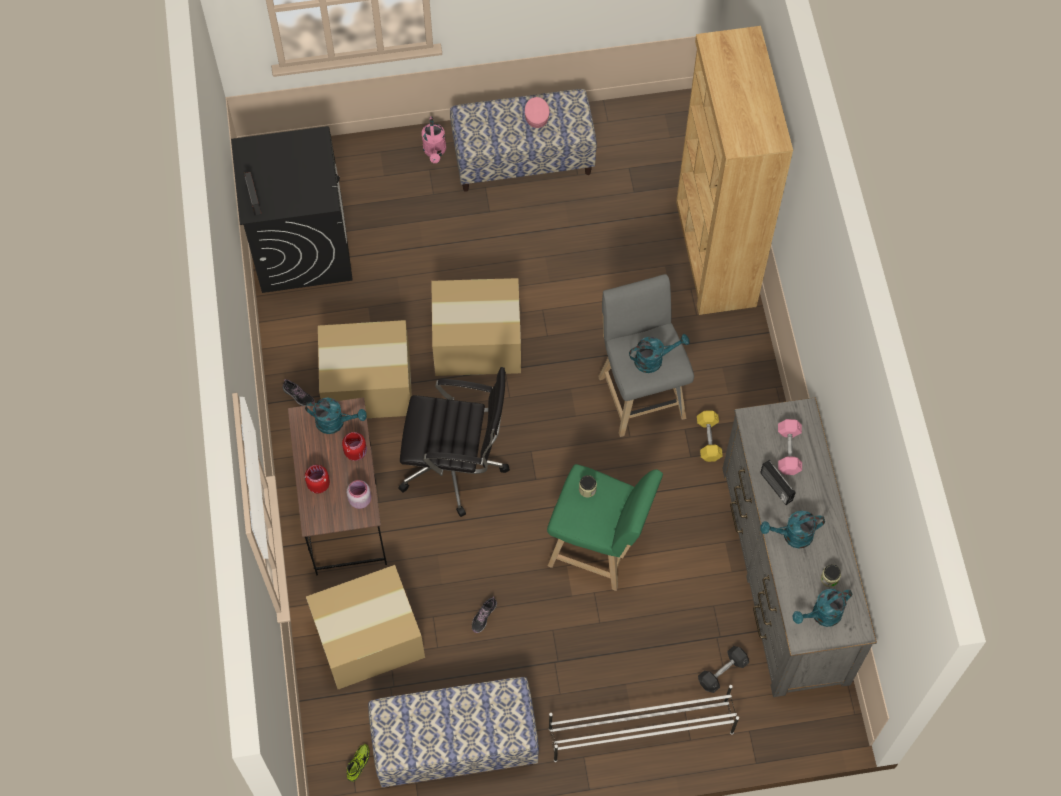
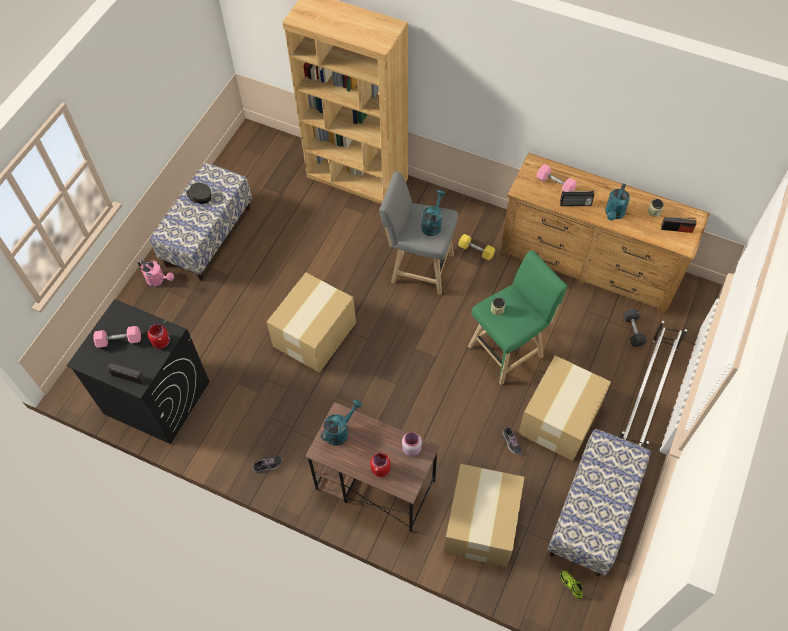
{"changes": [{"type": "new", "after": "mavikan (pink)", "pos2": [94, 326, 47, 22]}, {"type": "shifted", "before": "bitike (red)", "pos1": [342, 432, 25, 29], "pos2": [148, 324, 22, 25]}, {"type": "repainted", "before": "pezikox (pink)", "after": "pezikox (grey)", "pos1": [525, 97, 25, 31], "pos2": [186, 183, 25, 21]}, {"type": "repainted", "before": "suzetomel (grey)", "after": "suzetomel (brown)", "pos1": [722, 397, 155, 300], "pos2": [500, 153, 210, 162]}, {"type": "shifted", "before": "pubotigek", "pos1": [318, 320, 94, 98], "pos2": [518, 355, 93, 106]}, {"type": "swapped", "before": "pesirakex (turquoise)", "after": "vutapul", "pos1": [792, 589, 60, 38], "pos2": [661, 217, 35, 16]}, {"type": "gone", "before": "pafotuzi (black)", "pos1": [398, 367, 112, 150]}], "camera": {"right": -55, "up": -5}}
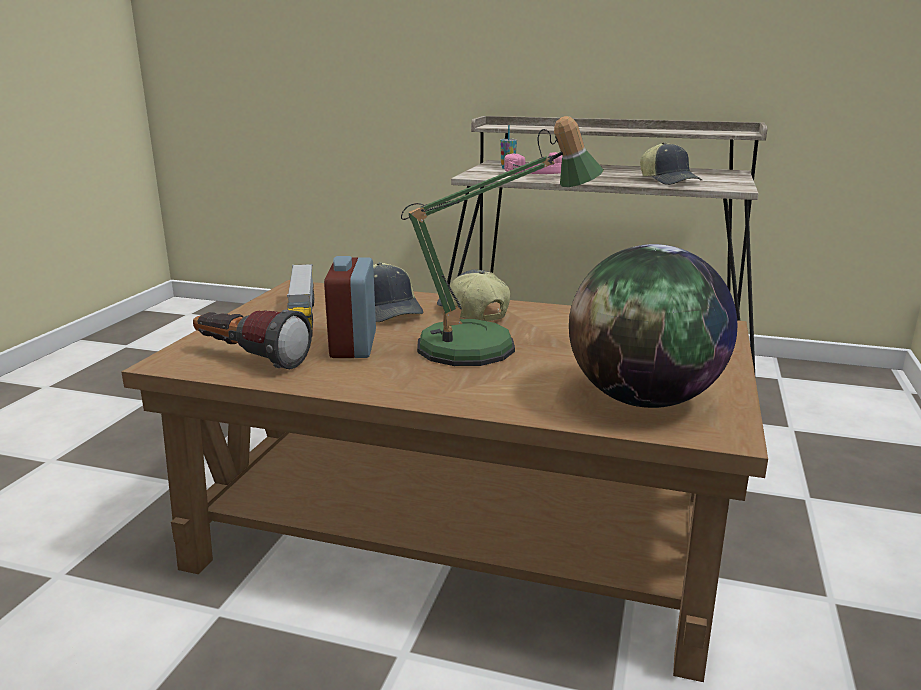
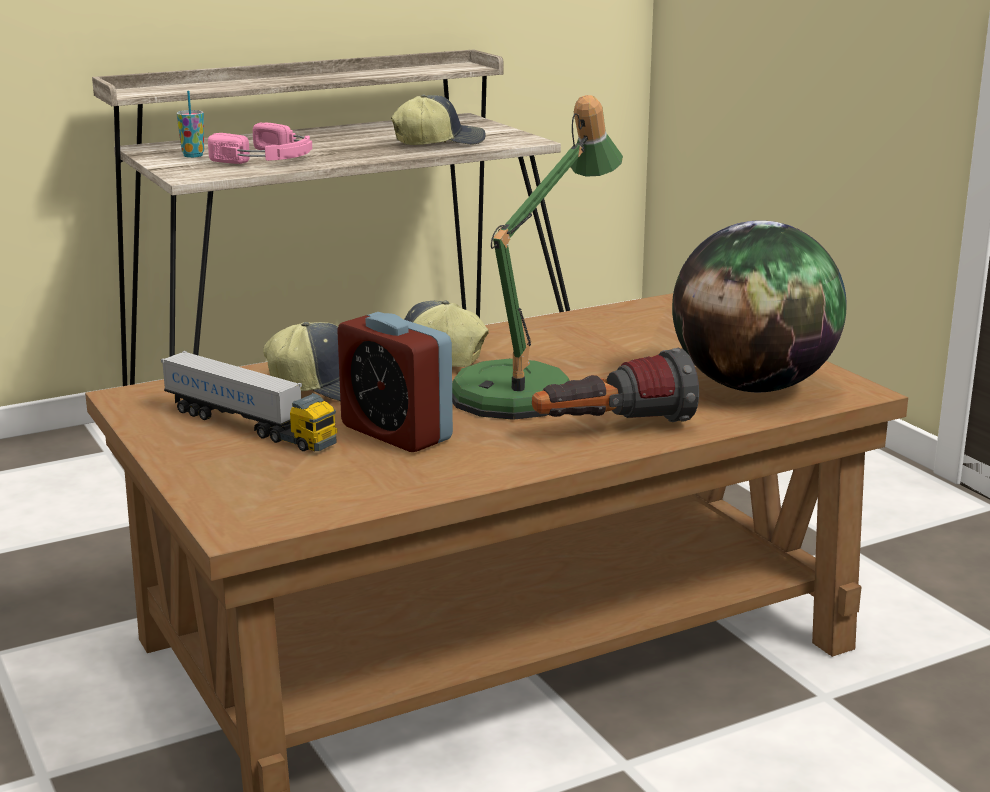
{"changes": [{"type": "rotated", "before": "pezikox", "pos1": [640, 142, 62, 43], "pos2": [391, 94, 95, 51], "turn": -45}, {"type": "shifted", "before": "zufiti", "pos1": [193, 310, 119, 59], "pos2": [532, 348, 167, 74]}], "camera": {"right": -45, "up": 0}}
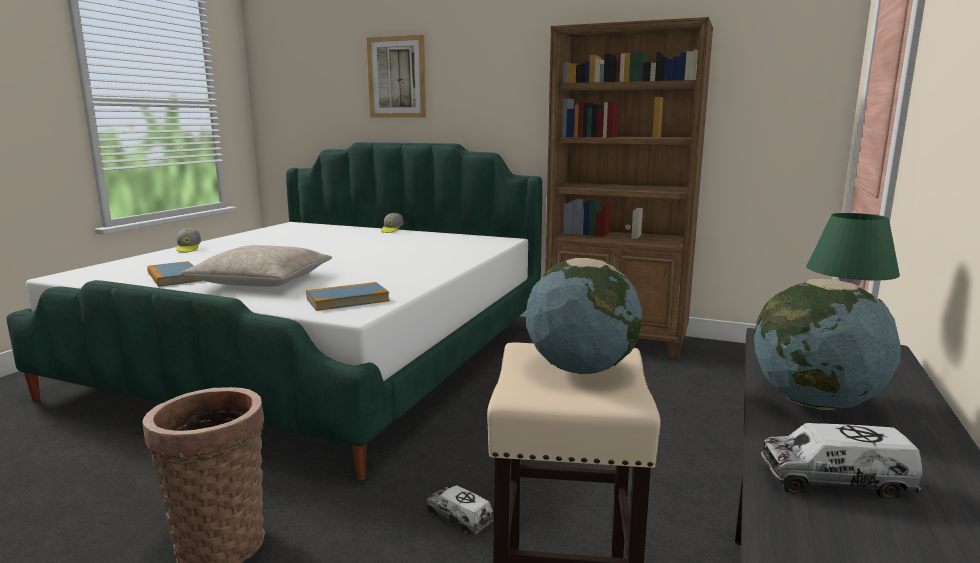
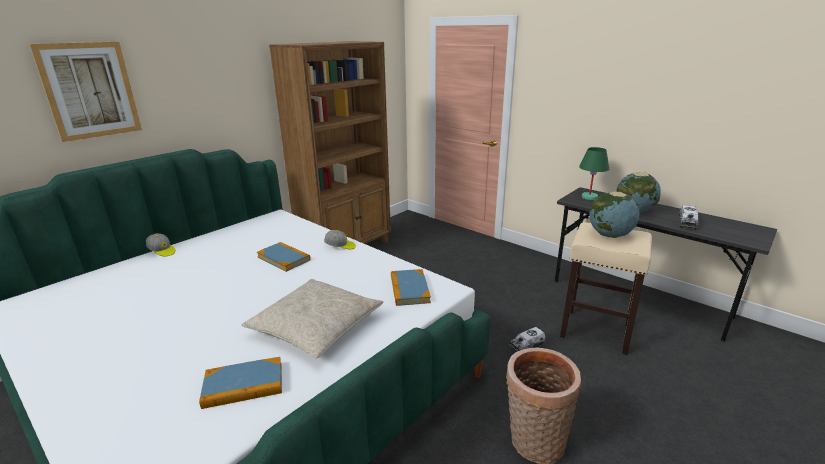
{"changes": [{"type": "new", "after": "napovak", "pos2": [257, 242, 53, 30]}, {"type": "shifted", "before": "pezikox", "pos1": [176, 228, 25, 24], "pos2": [324, 230, 32, 19]}], "camera": {"right": -70, "up": 10}}
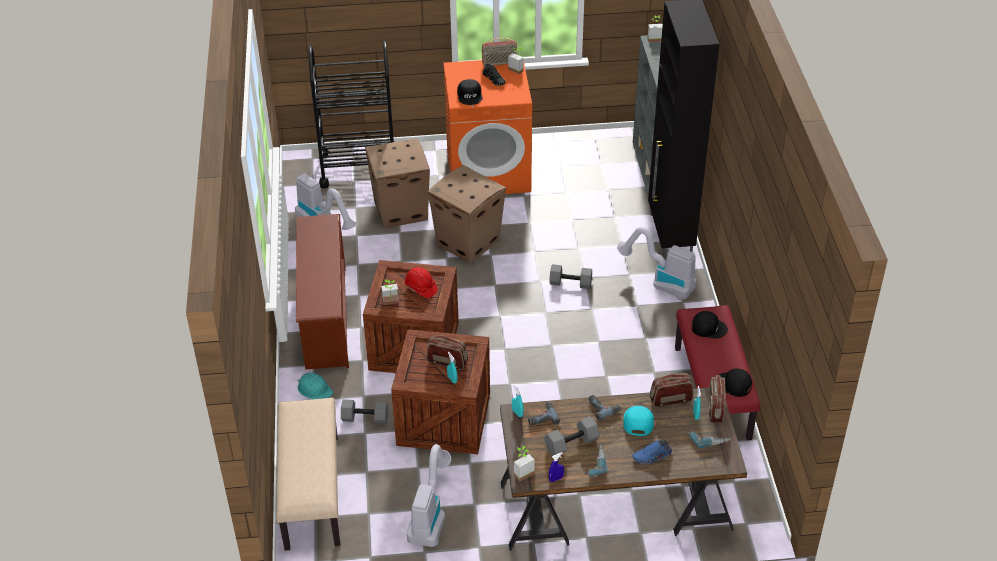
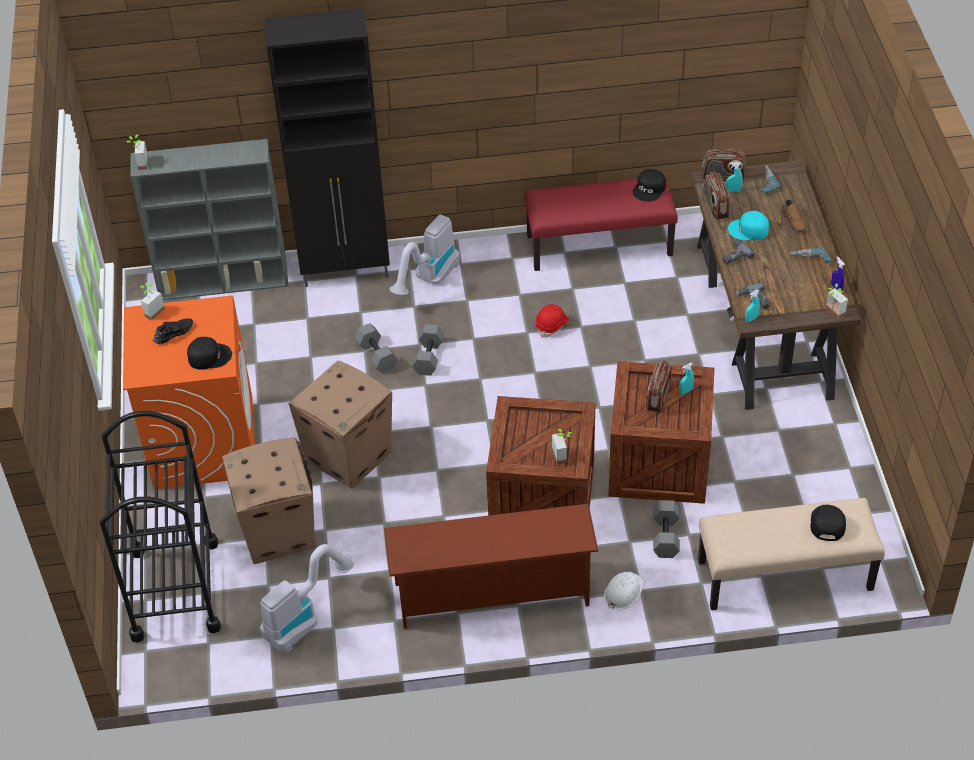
{"changes": [{"type": "shifted", "before": "mavikan (grey)", "pos1": [544, 416, 56, 40], "pos2": [355, 323, 43, 50]}, {"type": "shifted", "before": "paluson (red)", "pos1": [405, 267, 33, 31], "pos2": [535, 304, 34, 33]}, {"type": "repainted", "before": "paluson (turquoise)", "after": "paluson (white)", "pos1": [298, 373, 35, 26], "pos2": [604, 572, 40, 37]}, {"type": "repainted", "before": "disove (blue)", "after": "disove (brown)", "pos1": [632, 439, 40, 26], "pos2": [781, 199, 25, 33]}, {"type": "shifted", "before": "pezikox (black)", "pos1": [692, 311, 36, 28], "pos2": [811, 505, 35, 36]}, {"type": "gone", "before": "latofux", "pos1": [407, 444, 44, 103]}, {"type": "gone", "before": "vutapul", "pos1": [482, 38, 35, 28]}], "camera": {"right": -90, "up": 5}}
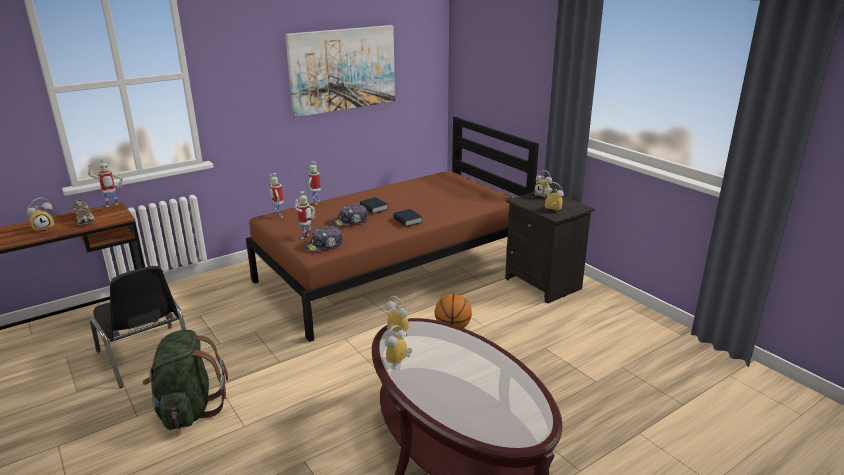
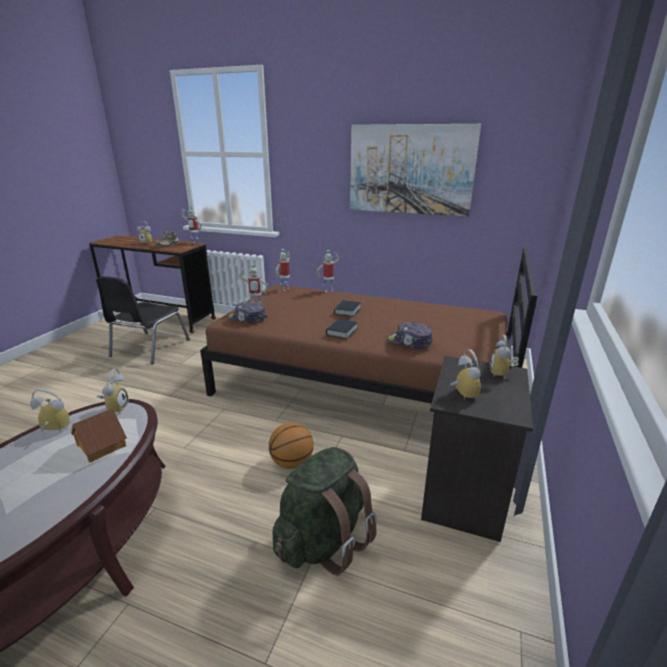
{"changes": [{"type": "new", "after": "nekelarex", "pos2": [71, 408, 56, 55]}, {"type": "shifted", "before": "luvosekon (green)", "pos1": [143, 330, 85, 100], "pos2": [273, 447, 104, 129]}, {"type": "shifted", "before": "pezikox", "pos1": [332, 204, 36, 23], "pos2": [387, 322, 45, 26]}], "camera": {"right": 55, "up": 0}}
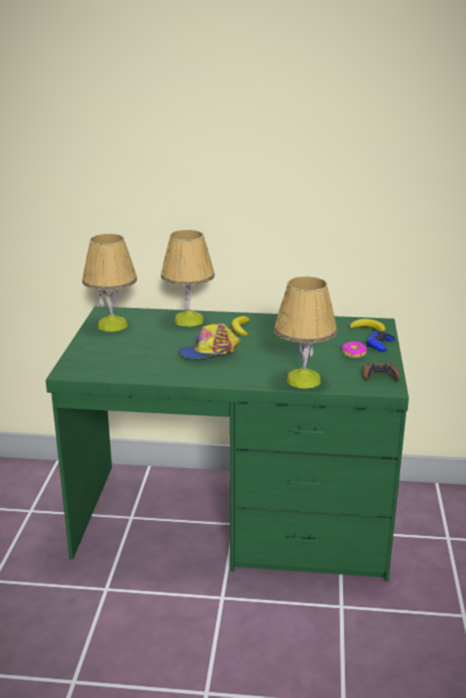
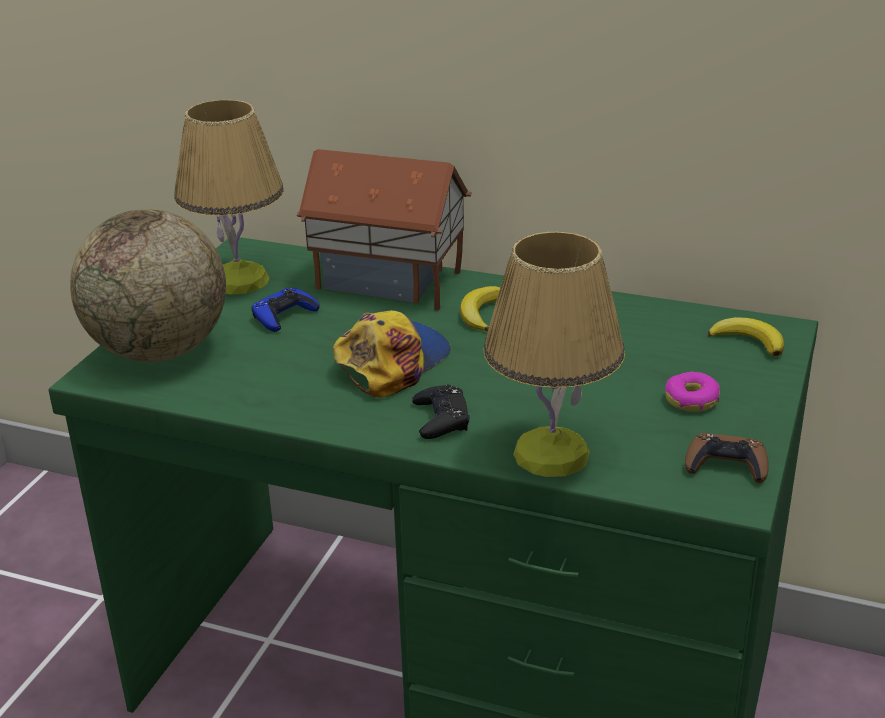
{"changes": [{"type": "new", "after": "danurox", "pos2": [70, 209, 156, 153]}, {"type": "shifted", "before": "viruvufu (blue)", "pos1": [366, 331, 29, 21], "pos2": [251, 288, 69, 44]}, {"type": "swapped", "before": "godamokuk", "after": "nekelarex", "pos1": [161, 230, 54, 97], "pos2": [296, 149, 176, 162]}, {"type": "rotated", "before": "pezikox", "pos1": [178, 324, 63, 35], "pos2": [333, 310, 118, 88], "turn": 135}, {"type": "new", "after": "viruvufu (black)", "pos2": [412, 385, 57, 54]}], "camera": {"right": 15, "up": 5}}
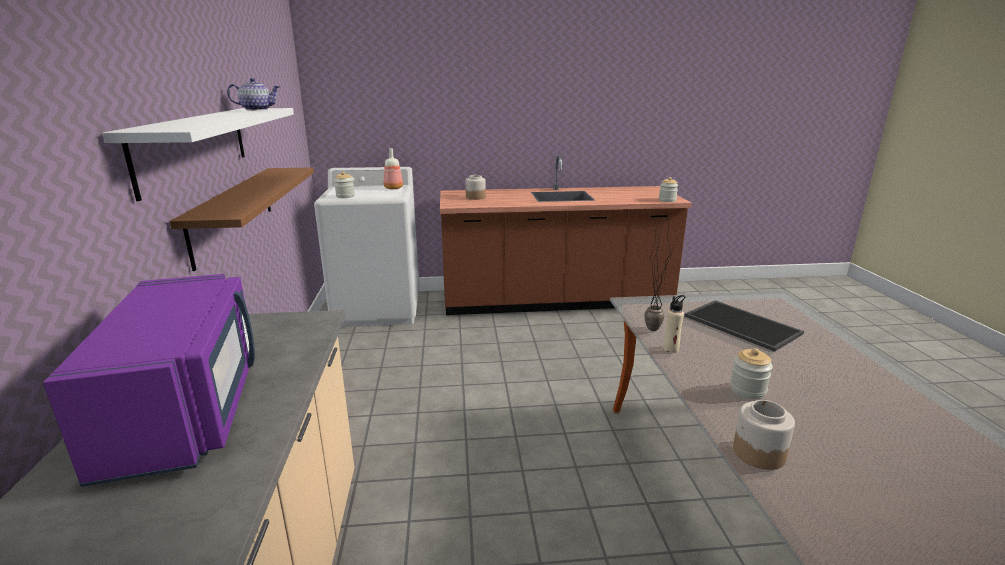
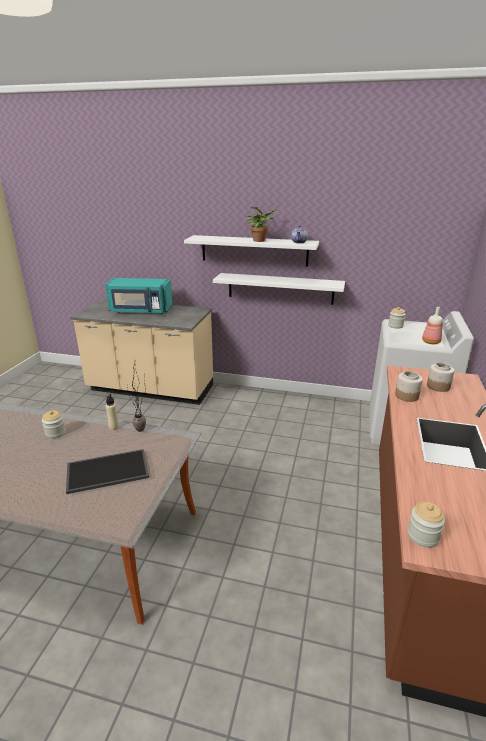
{"changes": [{"type": "repainted", "before": "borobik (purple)", "after": "borobik (turquoise)", "pos1": [43, 274, 212, 213], "pos2": [105, 278, 68, 36]}, {"type": "repainted", "before": "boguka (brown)", "after": "boguka (white)", "pos1": [170, 167, 144, 104], "pos2": [213, 273, 132, 32]}, {"type": "new", "after": "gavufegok", "pos2": [246, 207, 32, 35]}, {"type": "shifted", "before": "bitike", "pos1": [733, 400, 62, 70], "pos2": [395, 371, 28, 31]}], "camera": {"right": 110, "up": 5}}
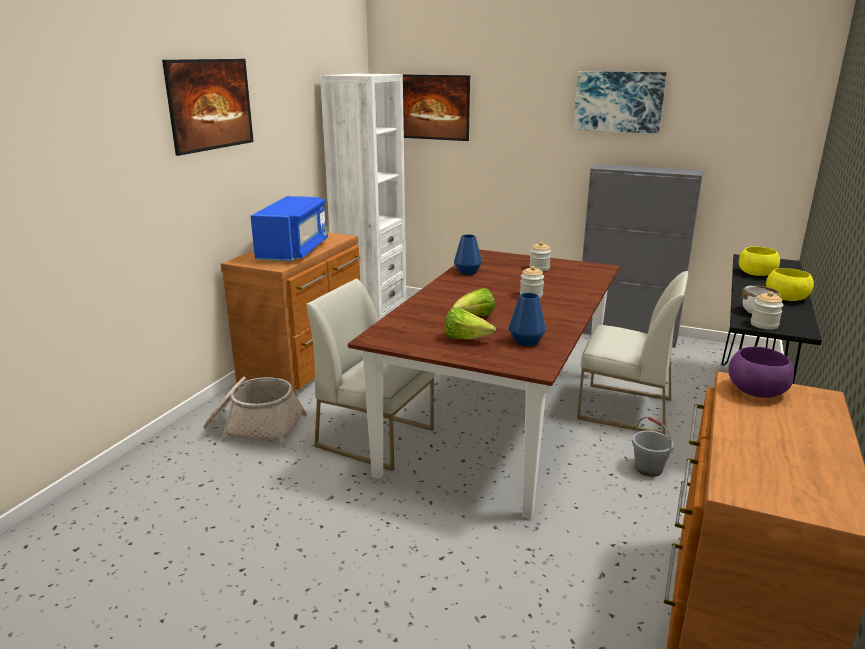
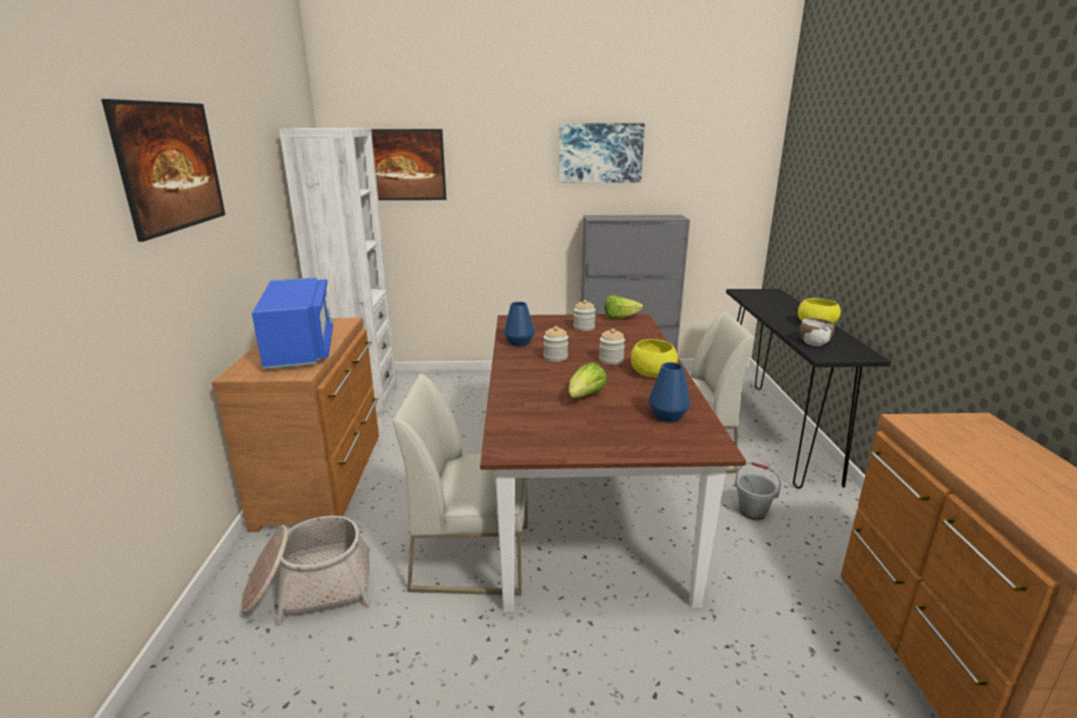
{"changes": [{"type": "shifted", "before": "bitike", "pos1": [751, 291, 33, 39], "pos2": [544, 326, 24, 36]}, {"type": "shifted", "before": "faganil", "pos1": [444, 308, 52, 31], "pos2": [605, 295, 38, 24]}, {"type": "shifted", "before": "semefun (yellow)", "pos1": [739, 246, 41, 30], "pos2": [631, 339, 47, 38]}, {"type": "gone", "before": "semefun (purple)", "pos1": [728, 347, 66, 51]}], "camera": {"right": -25, "up": 0}}
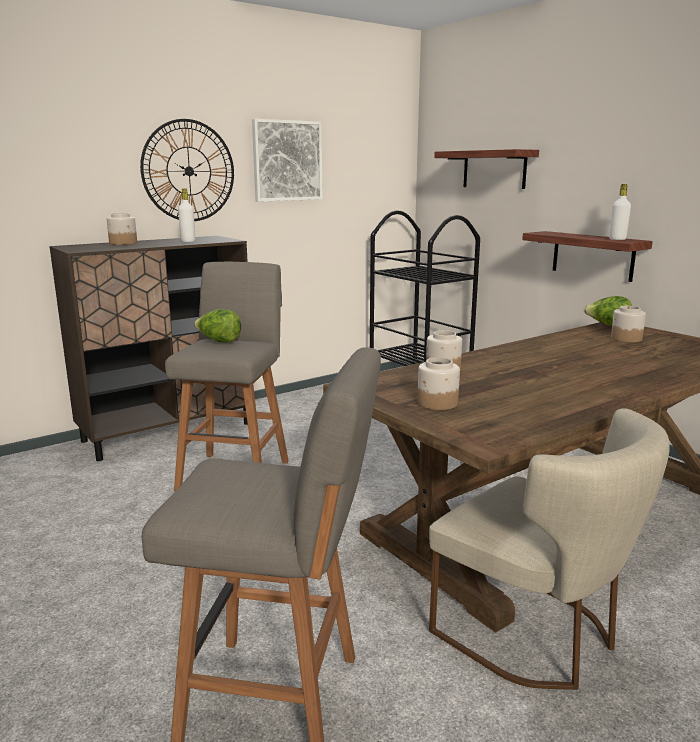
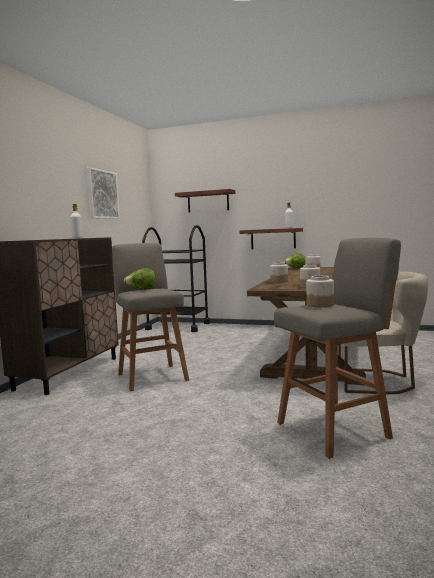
{"changes": [{"type": "shifted", "before": "bitike", "pos1": [107, 213, 30, 32], "pos2": [306, 275, 28, 32]}, {"type": "gone", "before": "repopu", "pos1": [140, 119, 94, 102]}], "camera": {"right": -35, "up": -10}}
